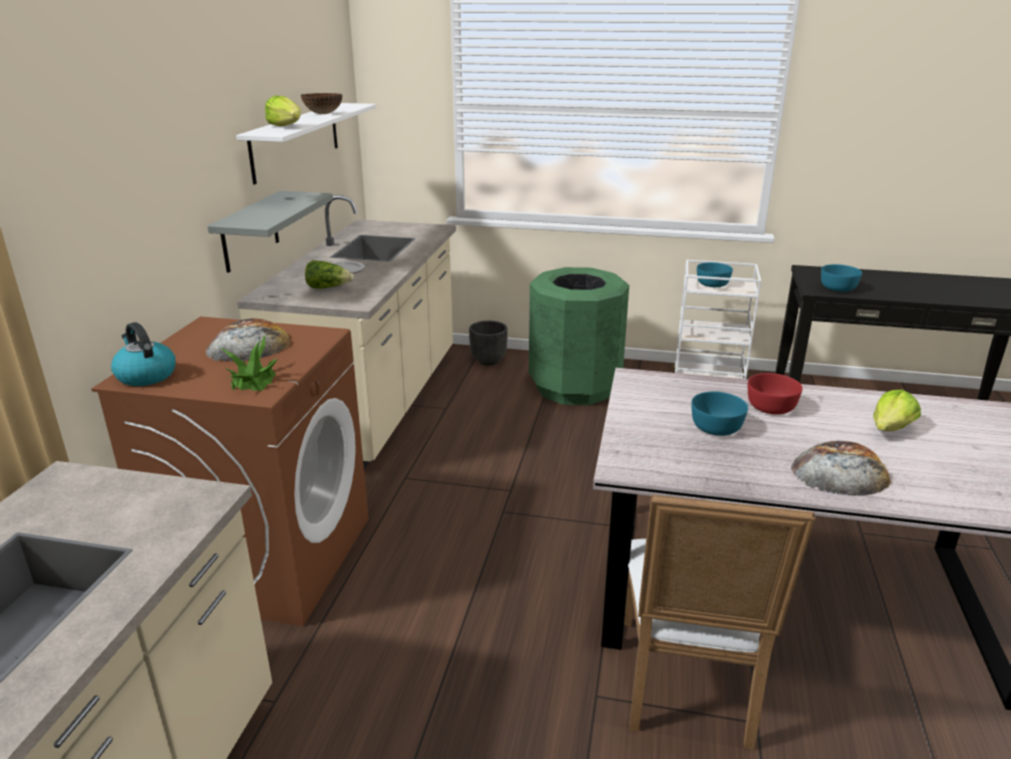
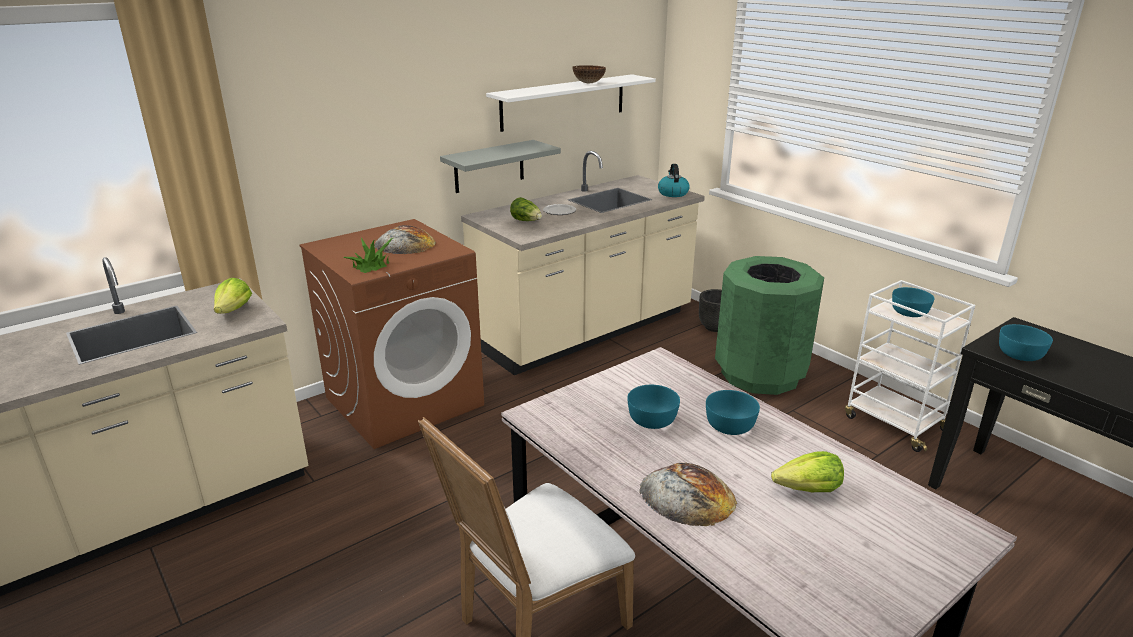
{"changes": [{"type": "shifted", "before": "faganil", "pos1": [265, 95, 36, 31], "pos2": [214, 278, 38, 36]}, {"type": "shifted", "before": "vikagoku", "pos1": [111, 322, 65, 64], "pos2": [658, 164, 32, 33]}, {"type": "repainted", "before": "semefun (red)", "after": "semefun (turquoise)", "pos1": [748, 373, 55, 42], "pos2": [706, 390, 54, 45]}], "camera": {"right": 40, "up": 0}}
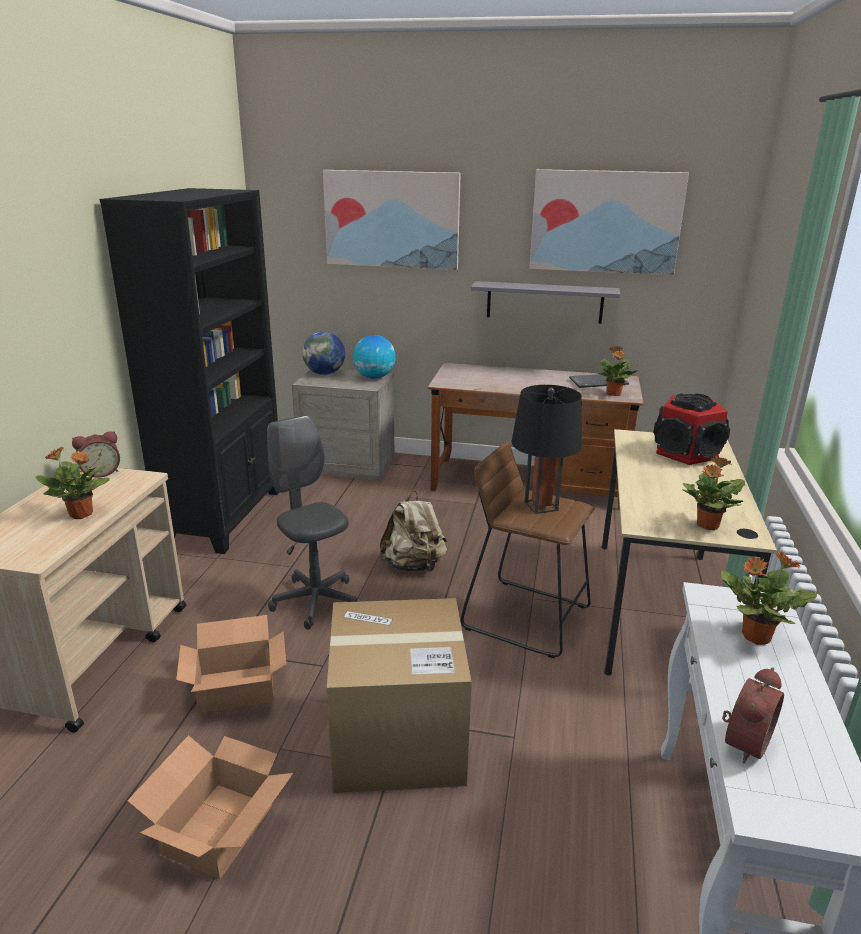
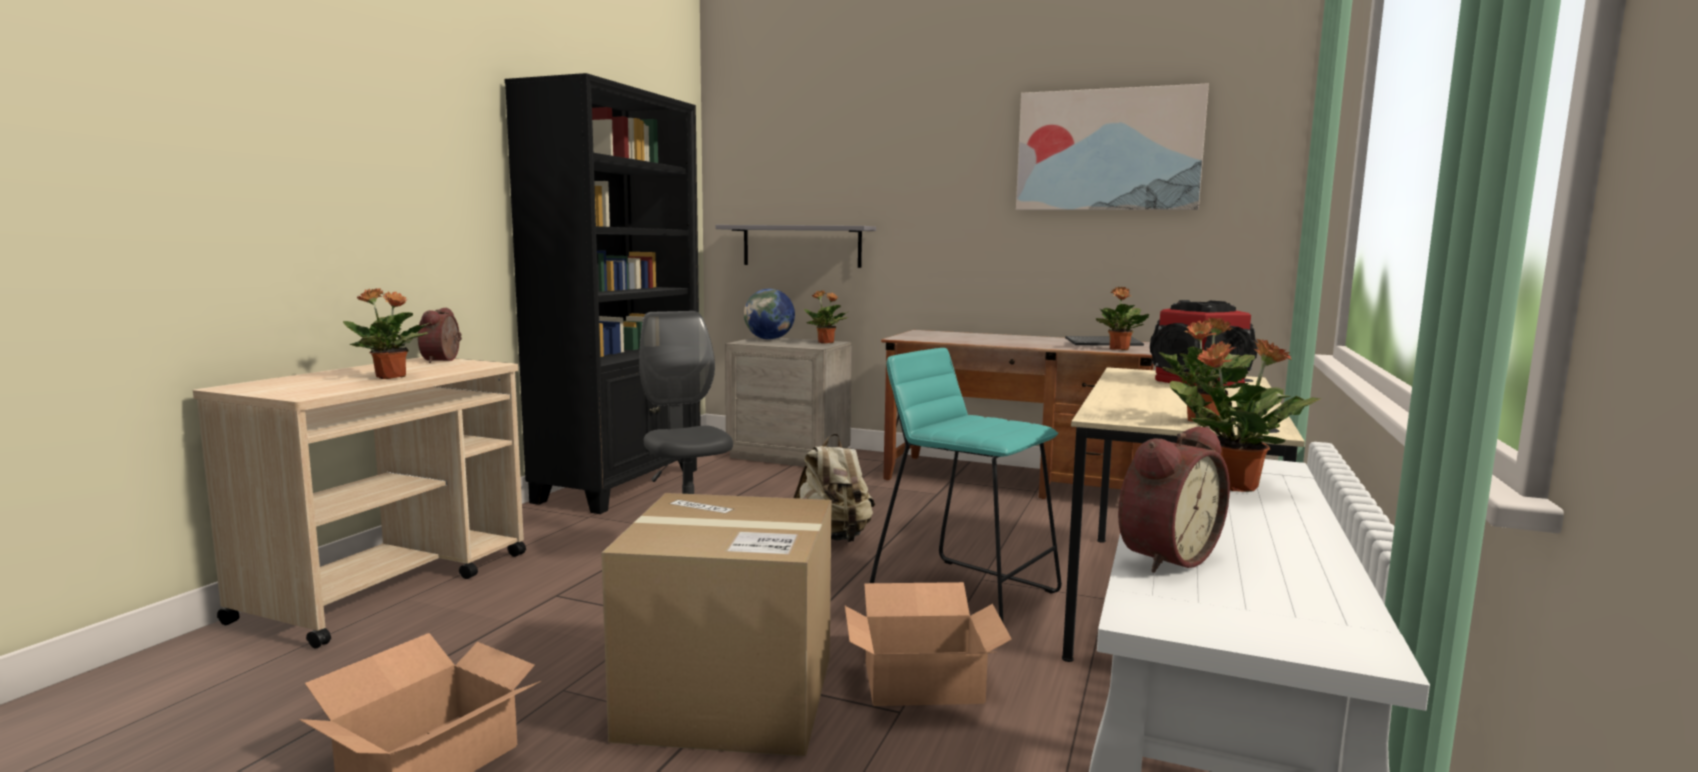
{"changes": [{"type": "rotated", "before": "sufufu", "pos1": [72, 431, 48, 47], "pos2": [418, 307, 44, 56], "turn": 105}, {"type": "shifted", "before": "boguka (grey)", "pos1": [471, 281, 149, 43], "pos2": [715, 225, 161, 43]}, {"type": "swapped", "before": "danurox", "after": "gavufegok", "pos1": [353, 335, 43, 44], "pos2": [804, 290, 44, 53]}, {"type": "shifted", "before": "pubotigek", "pos1": [176, 615, 110, 98], "pos2": [845, 582, 167, 124]}, {"type": "repainted", "before": "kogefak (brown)", "after": "kogefak (turquoise)", "pos1": [461, 441, 134, 217], "pos2": [870, 348, 192, 274]}, {"type": "gone", "before": "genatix", "pos1": [323, 170, 138, 100]}, {"type": "gone", "before": "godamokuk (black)", "pos1": [511, 385, 71, 129]}], "camera": {"right": 10, "up": -15}}
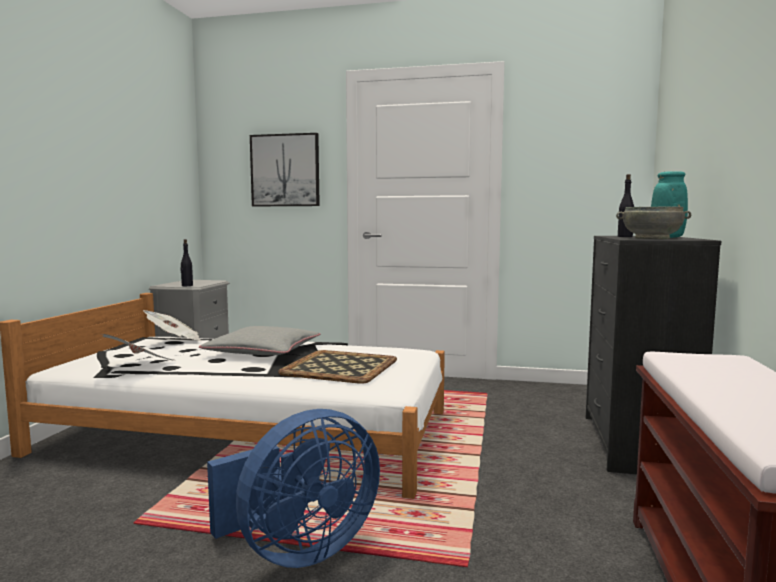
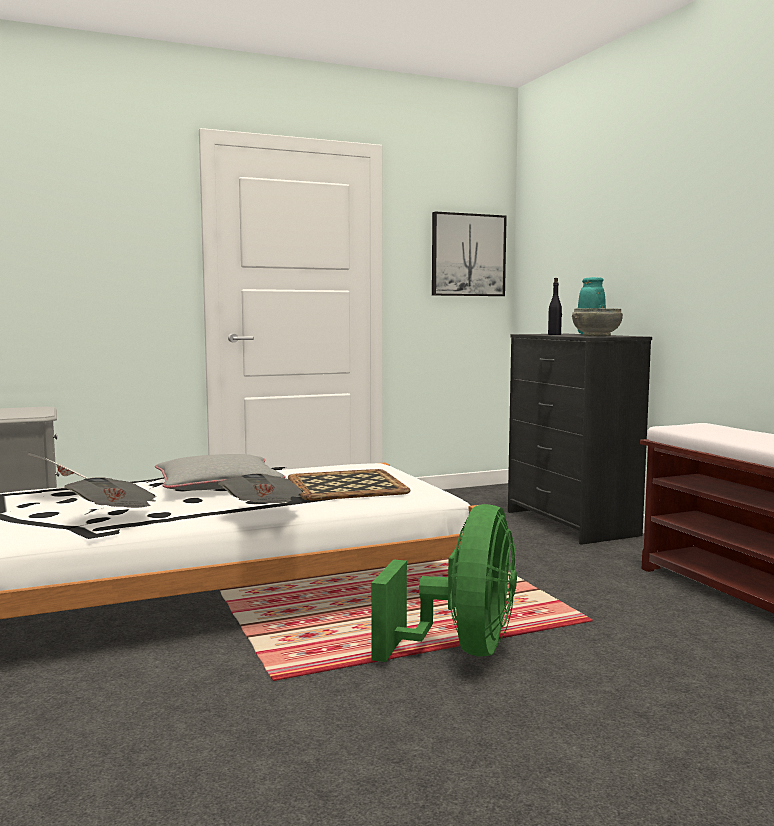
{"changes": [{"type": "new", "after": "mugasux", "pos2": [218, 474, 85, 29]}, {"type": "repainted", "before": "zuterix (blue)", "after": "zuterix (green)", "pos1": [207, 409, 173, 159], "pos2": [371, 504, 146, 158]}, {"type": "shifted", "before": "genatix", "pos1": [250, 133, 70, 73], "pos2": [432, 211, 75, 85]}, {"type": "gone", "before": "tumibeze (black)", "pos1": [180, 239, 13, 47]}], "camera": {"right": -35, "up": 0}}
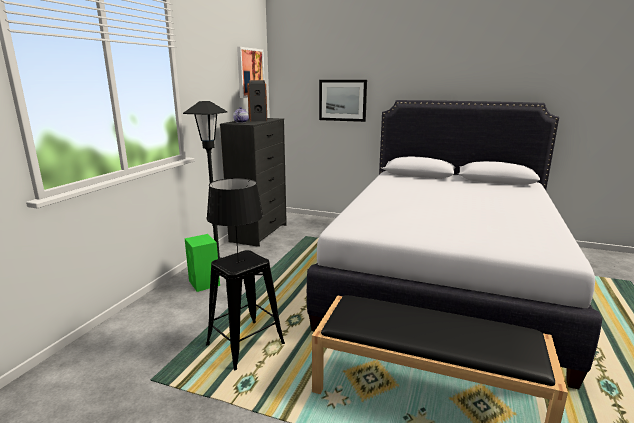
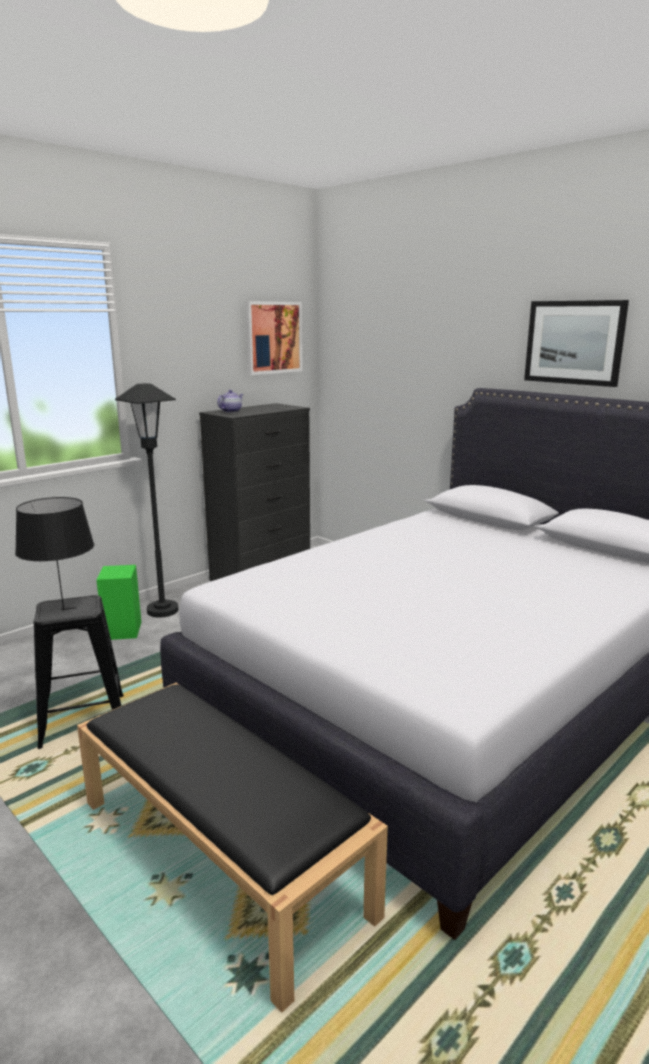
{"changes": [{"type": "shifted", "before": "genatix", "pos1": [319, 80, 48, 42], "pos2": [524, 300, 105, 87]}, {"type": "gone", "before": "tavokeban", "pos1": [247, 80, 20, 41]}], "camera": {"right": 25, "up": 0}}
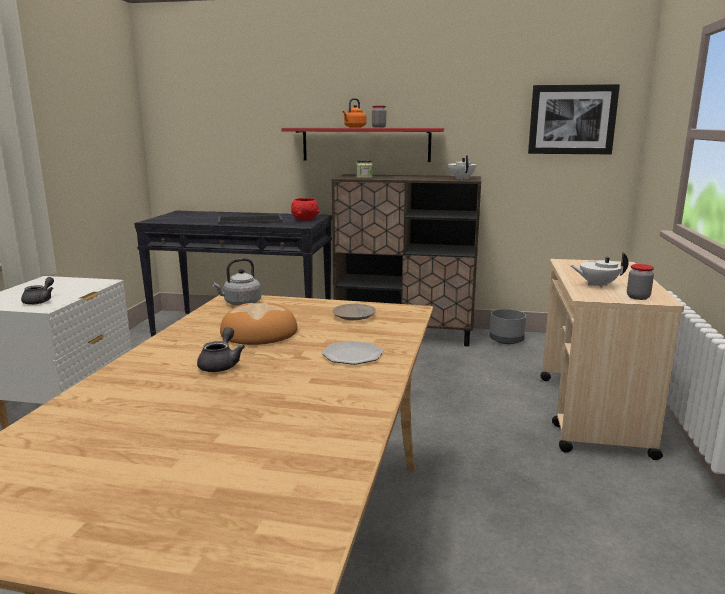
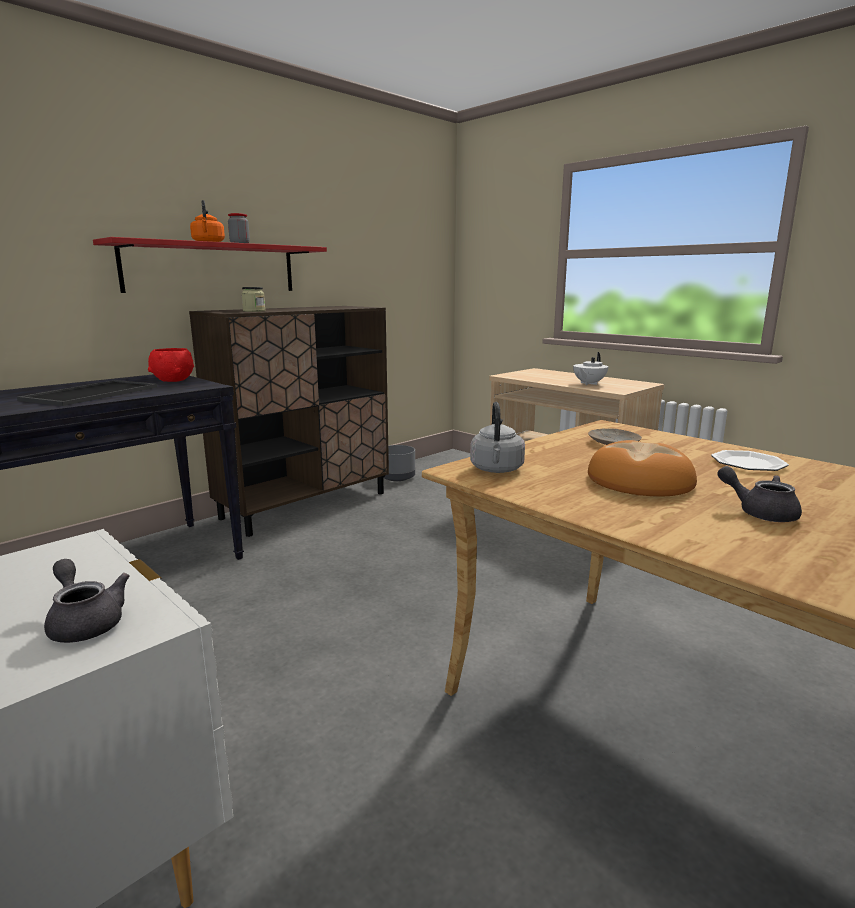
{"changes": [{"type": "gone", "before": "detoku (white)", "pos1": [448, 155, 28, 25]}, {"type": "gone", "before": "genatix", "pos1": [528, 84, 92, 70]}, {"type": "gone", "before": "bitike", "pos1": [627, 264, 27, 36]}], "camera": {"right": -55, "up": 0}}
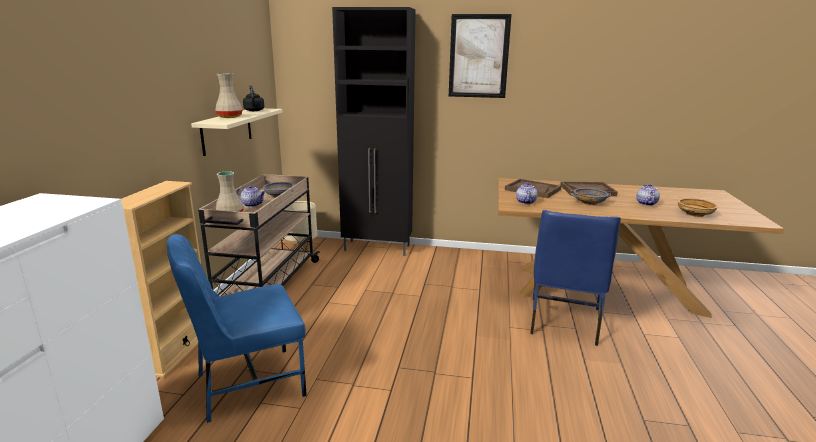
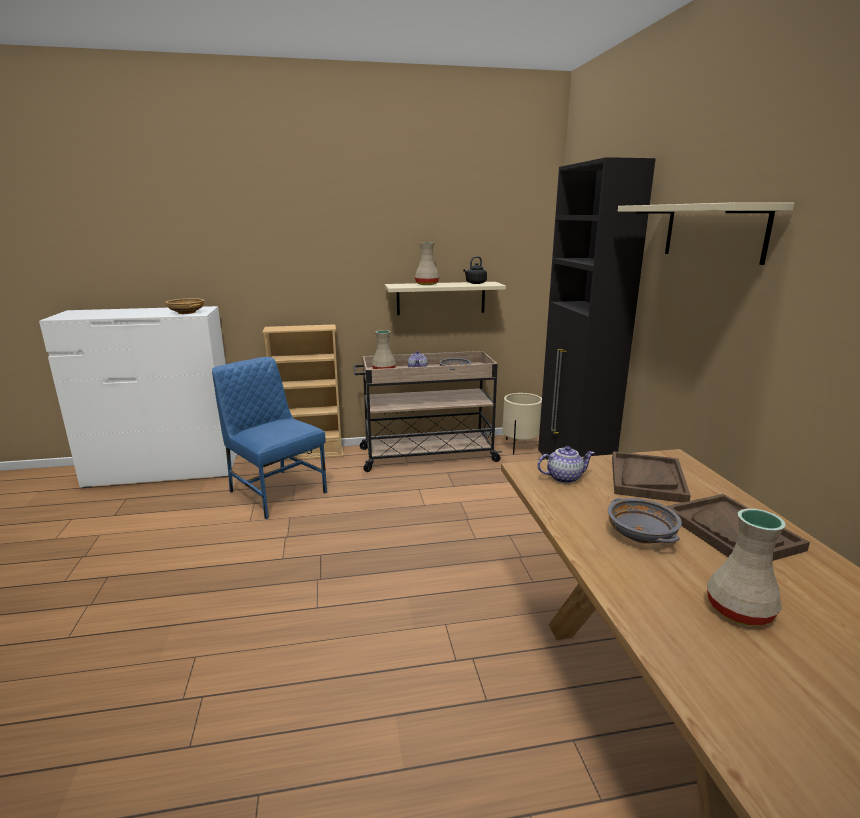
{"changes": [{"type": "shifted", "before": "semefun (beige)", "pos1": [678, 198, 40, 19], "pos2": [165, 298, 39, 16]}, {"type": "swapped", "before": "genatix", "after": "boguka (beige)", "pos1": [449, 14, 63, 84], "pos2": [618, 202, 176, 63]}, {"type": "swapped", "before": "detoku", "after": "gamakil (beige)", "pos1": [636, 184, 24, 22], "pos2": [707, 508, 79, 118]}, {"type": "gone", "before": "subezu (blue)", "pos1": [530, 210, 91, 136]}], "camera": {"right": 70, "up": 0}}
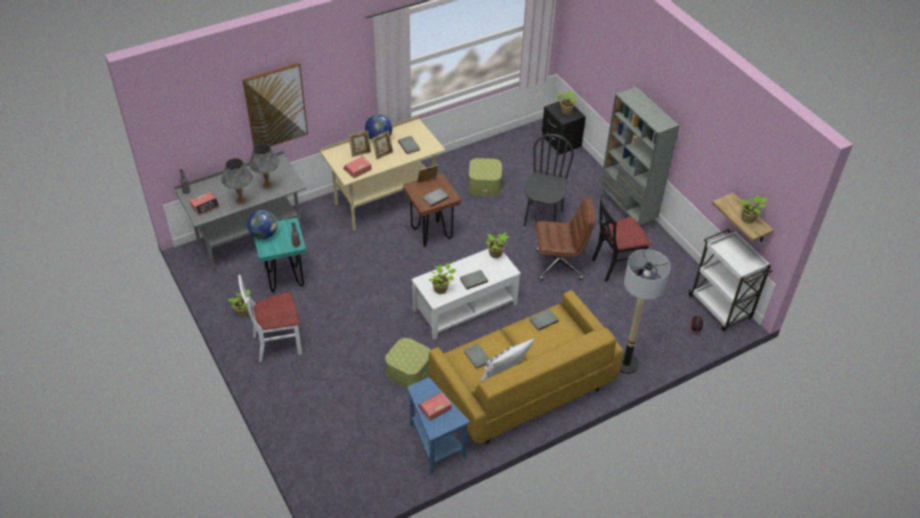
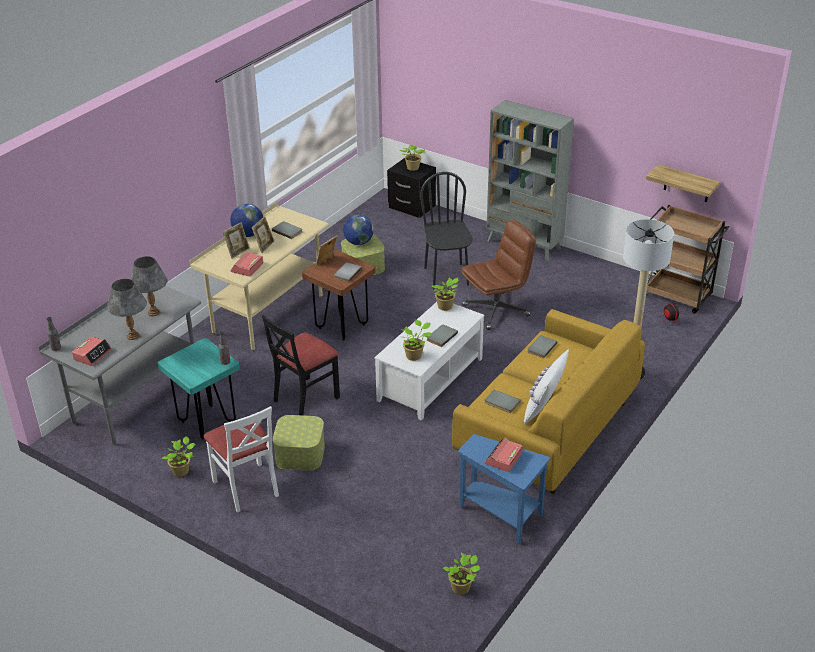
{"changes": [{"type": "rotated", "before": "subezu (white)", "pos1": [238, 275, 64, 87], "pos2": [204, 406, 75, 107], "turn": -75}, {"type": "shifted", "before": "subezu (black)", "pos1": [592, 198, 58, 84], "pos2": [262, 315, 78, 100]}, {"type": "shifted", "before": "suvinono", "pos1": [385, 338, 45, 51], "pos2": [273, 415, 52, 56]}, {"type": "shifted", "before": "danurox", "pos1": [247, 210, 30, 29], "pos2": [343, 215, 31, 30]}, {"type": "shifted", "before": "gavufegok", "pos1": [740, 194, 27, 30], "pos2": [443, 553, 37, 42]}, {"type": "repainted", "before": "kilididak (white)", "after": "kilididak (brown)", "pos1": [688, 229, 84, 102], "pos2": [647, 205, 83, 109]}, {"type": "gone", "before": "genatix", "pos1": [242, 63, 66, 84]}], "camera": {"right": -25, "up": -10}}
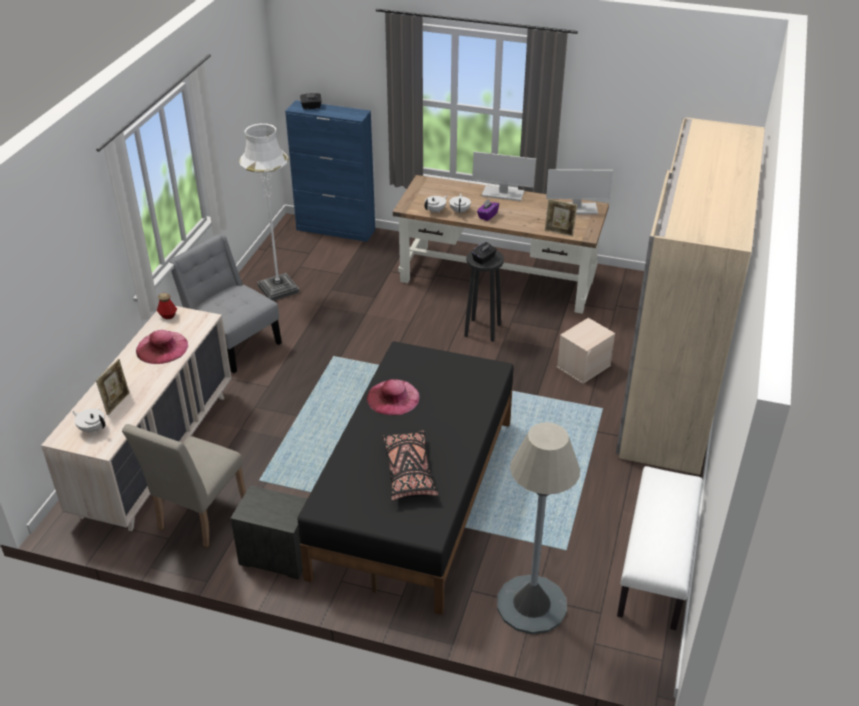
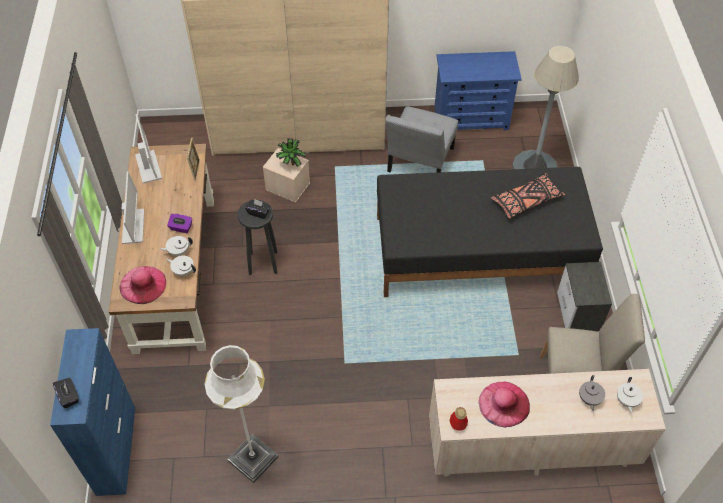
{"changes": [{"type": "shifted", "before": "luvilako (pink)", "pos1": [366, 379, 54, 36], "pos2": [119, 266, 47, 38]}, {"type": "new", "after": "gavufegok", "pos2": [276, 138, 30, 29]}, {"type": "shifted", "before": "subezu (grey)", "pos1": [169, 234, 113, 139], "pos2": [385, 106, 73, 67]}, {"type": "swapped", "before": "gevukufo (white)", "after": "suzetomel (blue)", "pos1": [617, 466, 86, 164], "pos2": [435, 51, 87, 79]}, {"type": "swapped", "before": "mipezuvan", "after": "detoku (grey)", "pos1": [96, 359, 34, 56], "pos2": [579, 375, 26, 36]}], "camera": {"right": -110, "up": 15}}
